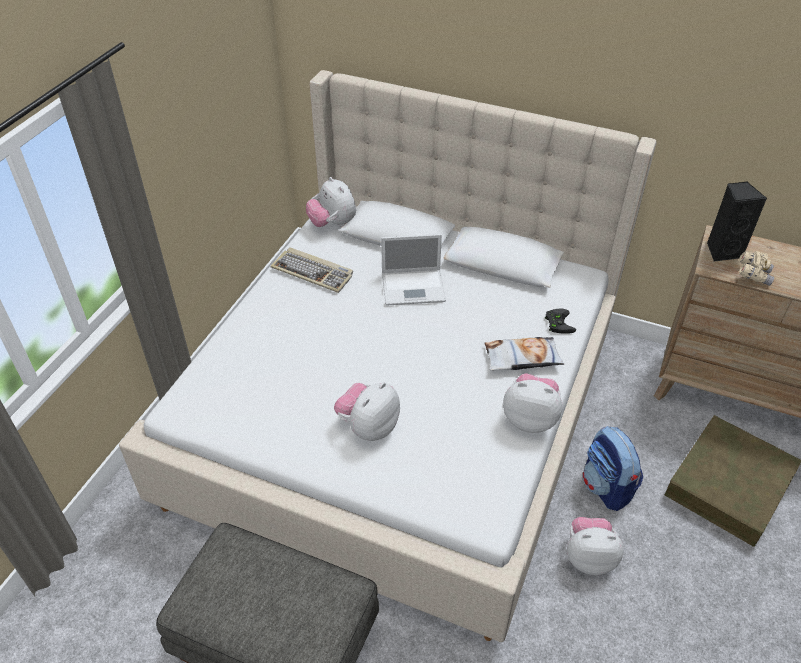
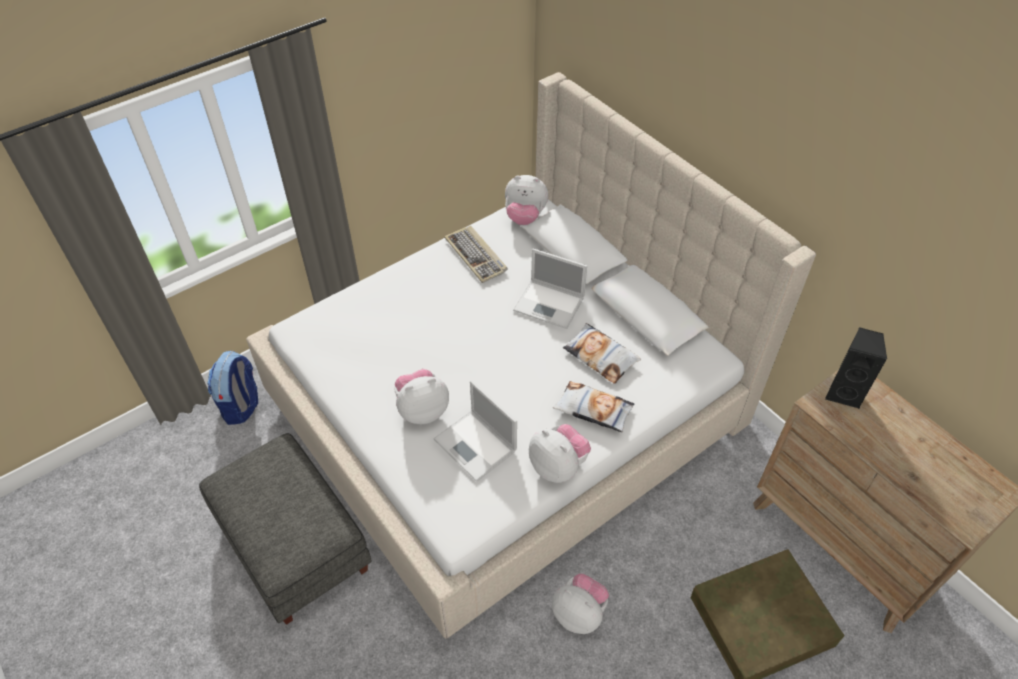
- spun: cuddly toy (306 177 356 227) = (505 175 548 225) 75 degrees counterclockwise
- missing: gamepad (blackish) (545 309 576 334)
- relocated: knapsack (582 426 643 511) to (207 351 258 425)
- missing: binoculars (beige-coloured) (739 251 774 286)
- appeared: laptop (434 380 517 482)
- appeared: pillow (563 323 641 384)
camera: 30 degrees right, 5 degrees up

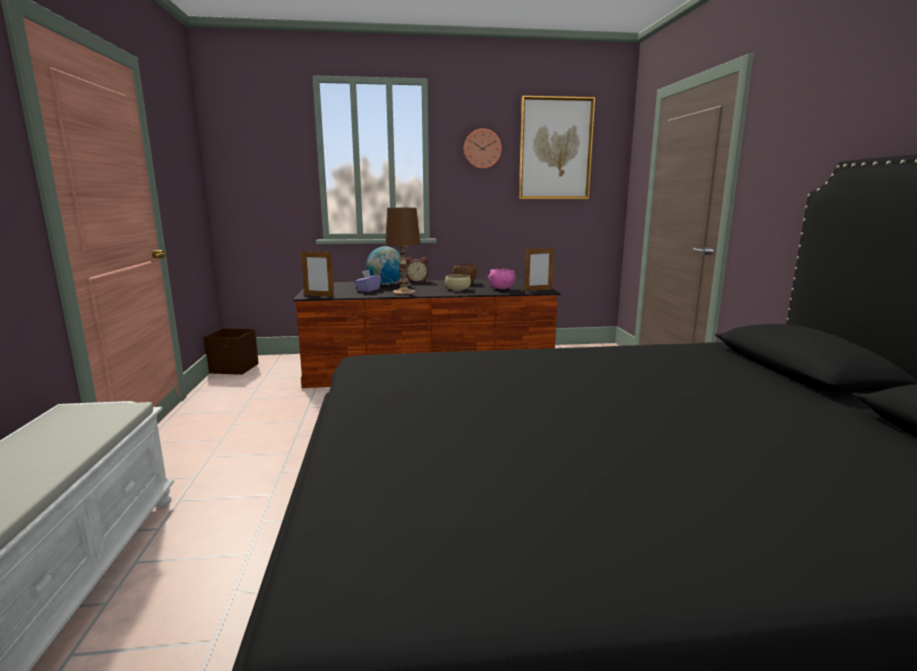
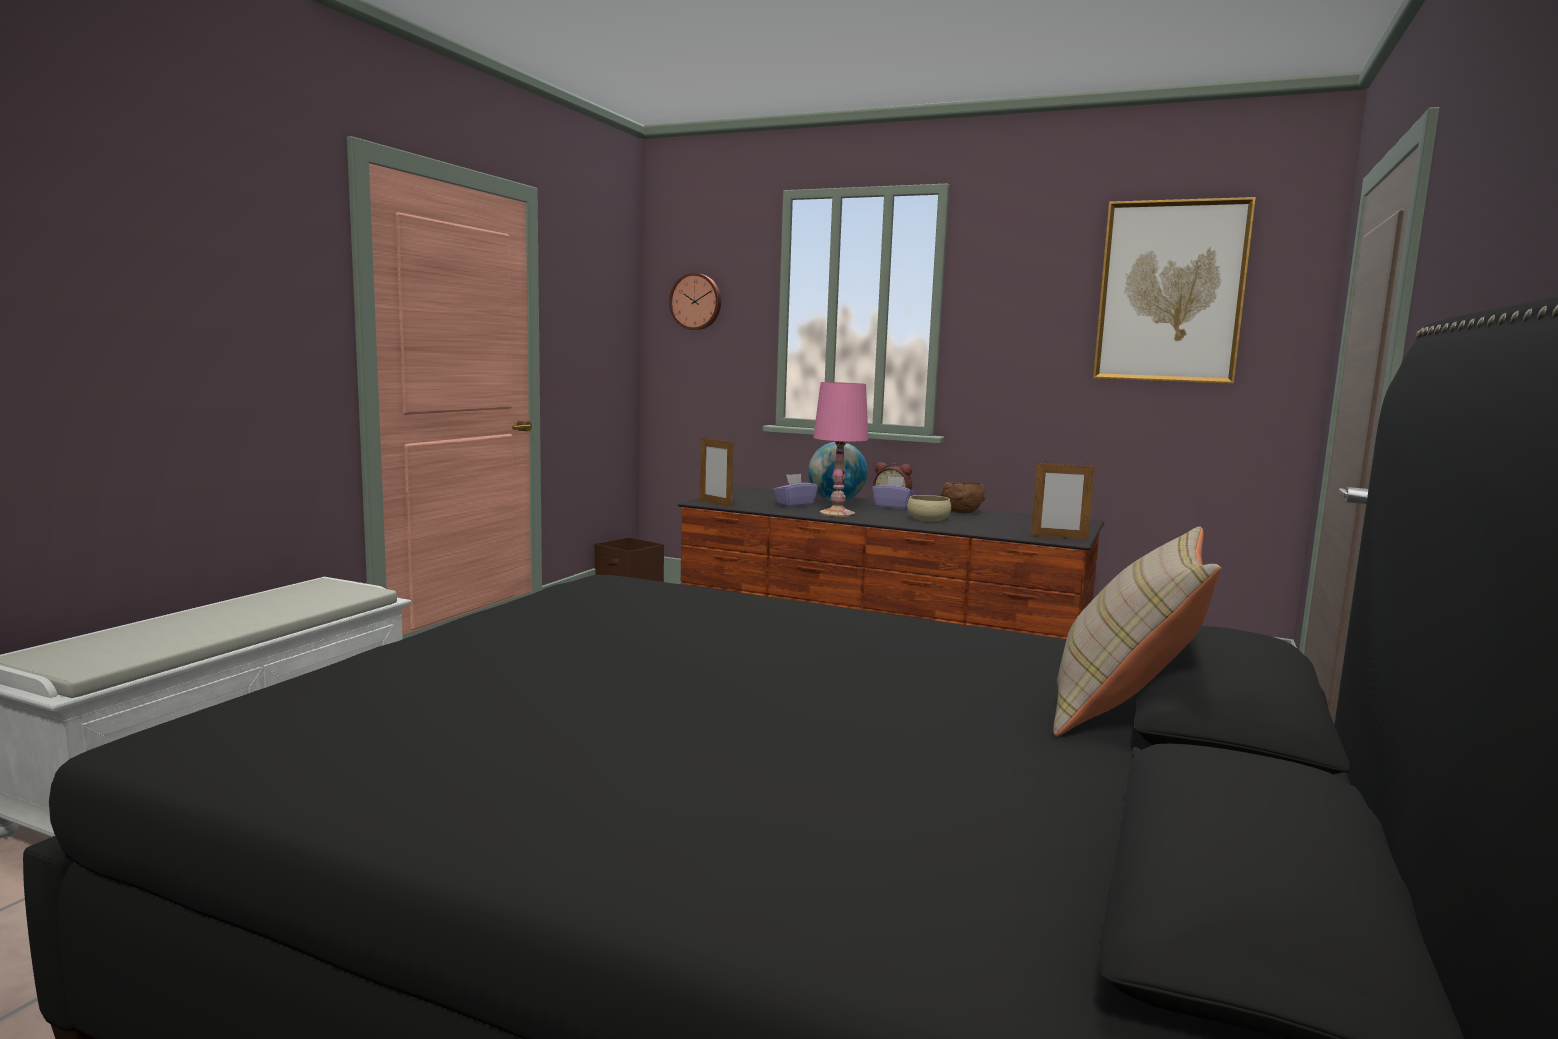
- colour: tabletop lamp (brown) (385 208 420 294) to tabletop lamp (pink-coloured) (813 382 868 517)
- relocated: wall clock (464 128 502 169) to (669 273 721 330)
- missing: deep dish (pink-coloured) (488 269 516 289)
- appeared: box of tissues (purplish) (872 476 915 509)
- appeared: pillow (beige-coloured) (1053 526 1221 736)
camera: 30 degrees right, 5 degrees down

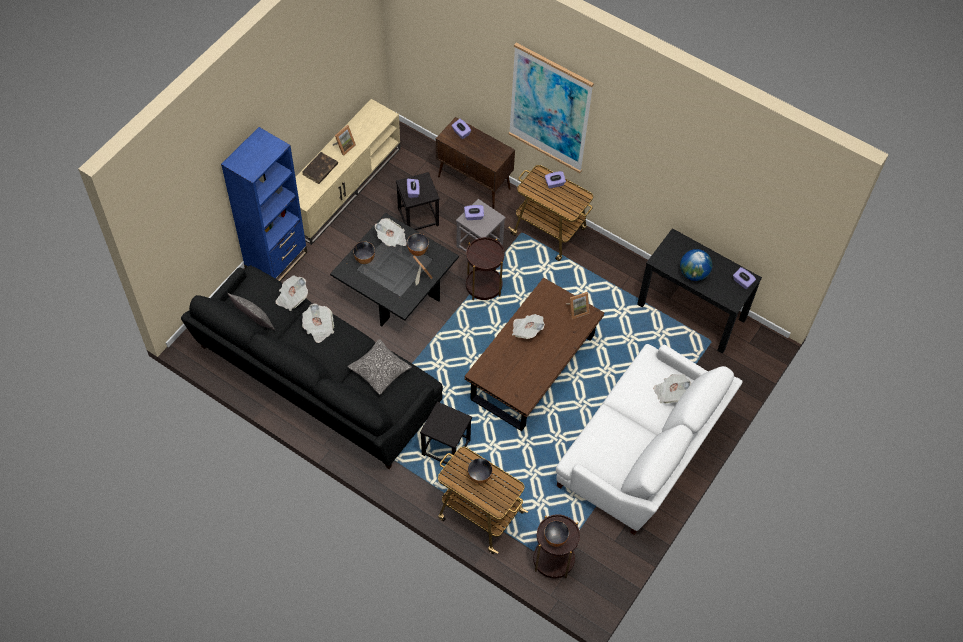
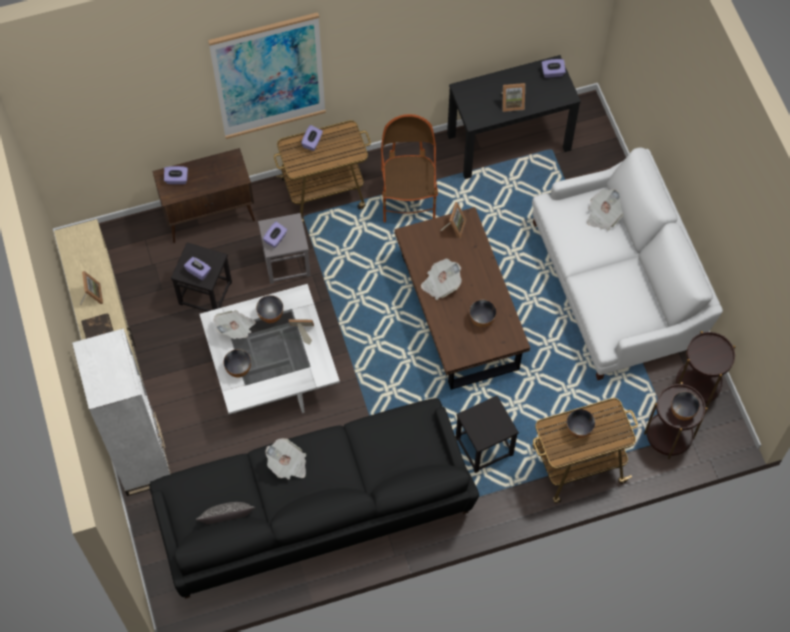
- colour: bookshelf (blue) (221 127 307 281) to bookshelf (white) (72 328 171 496)
- missing: printed paper (275 276 308 311)
- colour: low table (blackish) (330 213 459 326) to low table (white) (200 284 340 414)
- missing: pillow (348 339 412 395)
- relocated: end table (brown) (466 237 504 300) to (676 331 735 407)
- exchanged: globe (680 249 712 281) to picture frame (501 83 525 112)
- appeared: easy chair (381 114 438 223)
- appeared: deep dish (469 300 497 327)
camera: 50 degrees left, 5 degrees up

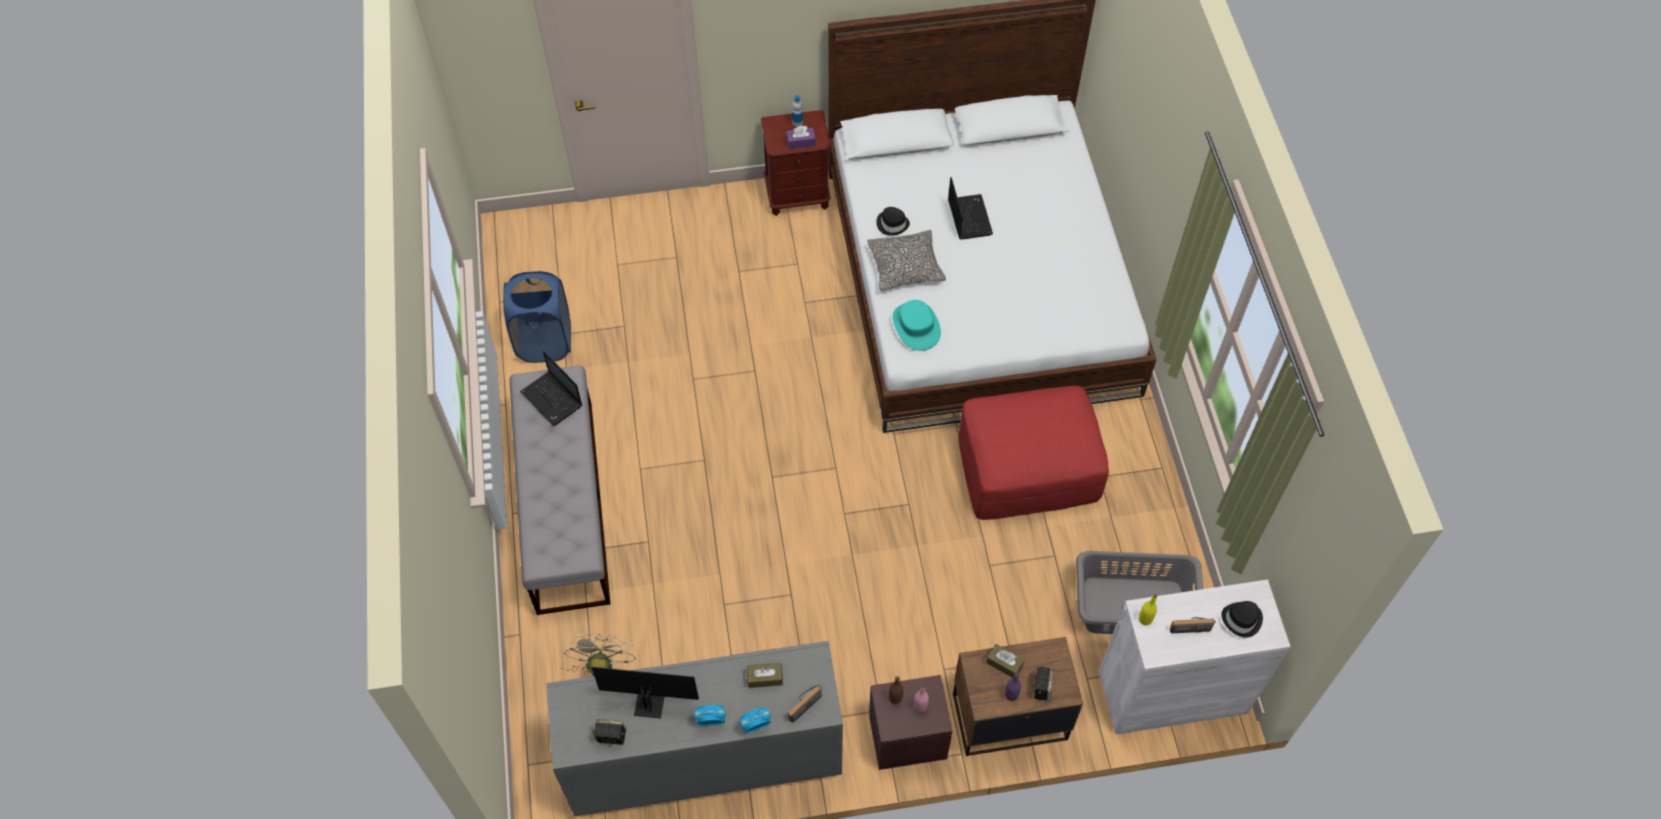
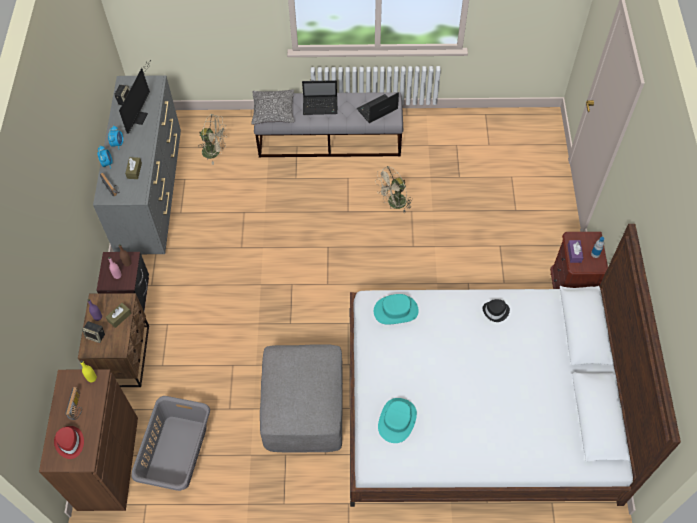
- missing: washing basket (blue) (503 271 571 363)
- relocated: pillow (867 230 946 291) to (251 89 294 125)
- relocated: laptop (948 177 993 240) to (302 80 338 115)
- colour: ottoman (red) (959 386 1109 520) to ottoman (greyish) (260 344 343 453)
- colour: storage cabinet (white) (1099 579 1291 734) to storage cabinet (brown) (39 369 138 511)
- colour: wearable hat (blackish) (1221 601 1263 638) to wearable hat (red) (54 426 84 459)
- appeared: cooling fan (beige-coloured) (375 166 413 212)
- appeared: wearable hat (turquoise-coloured) (378 398 417 443)
camera: 100 degrees right, 0 degrees up

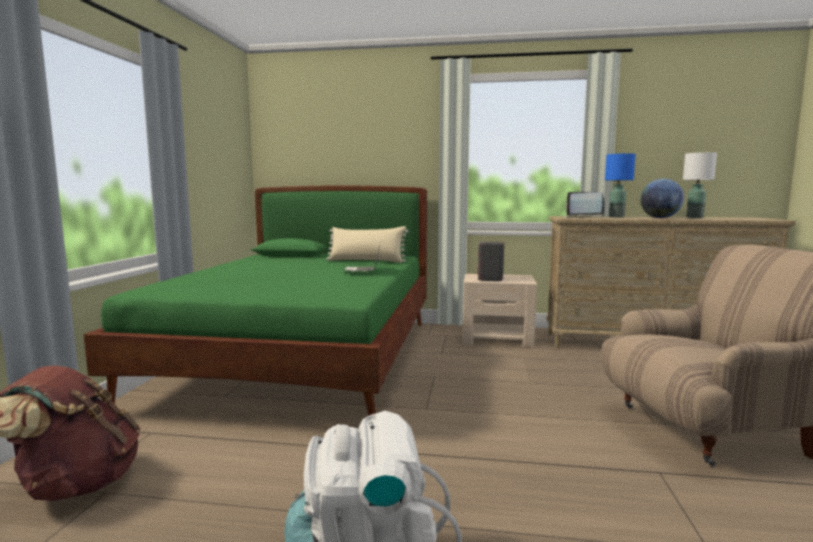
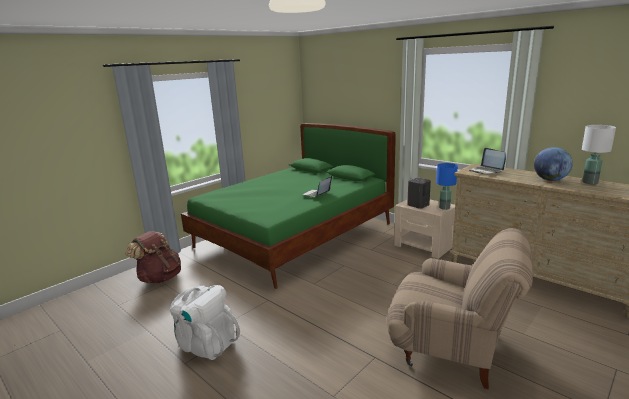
- missing: pillow (beige-coloured) (327 226 408 263)
- relocated: tabletop lamp (blue) (605 153 635 217) to (436 163 458 210)
camera: 35 degrees right, 10 degrees up

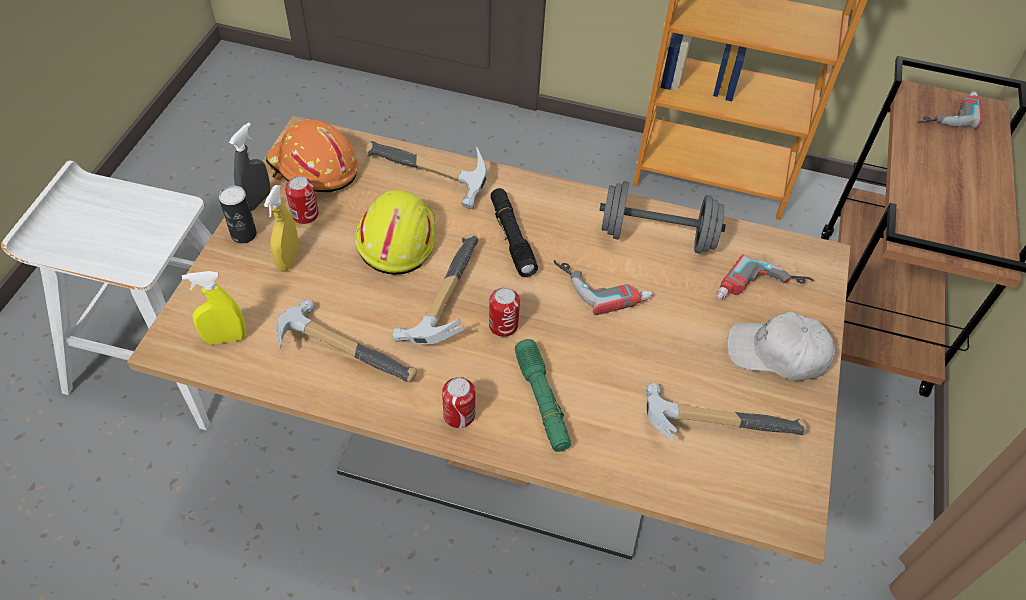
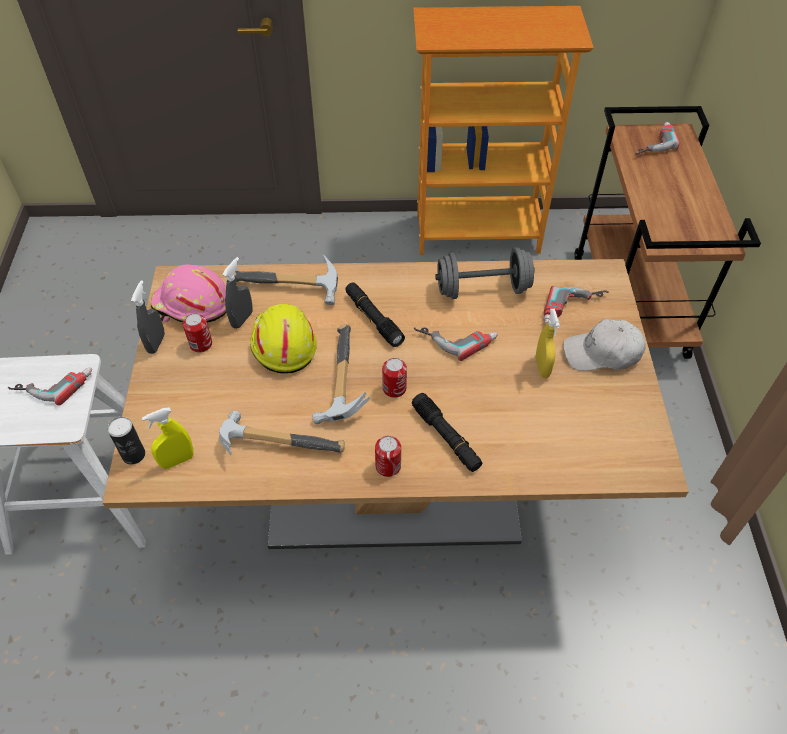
- relocated: sealed can (219 185 257 244) to (108 417 145 465)
- relocated: spray bottle (yellow-coloured) (264 185 299 272) to (536 309 560 378)
- colour: safety helmet (orange) (266 119 358 192) to safety helmet (pink-coloured) (151 264 227 323)
- colour: torch (green-coloured) (515 339 571 452) to torch (blackish) (412 393 482 472)
- missing: hammer (646 383 807 442)
- appeared: electric drill (8 368 92 406)
- appeared: spray bottle (greyish) (222 257 253 329)
camera: 15 degrees left, 0 degrees up

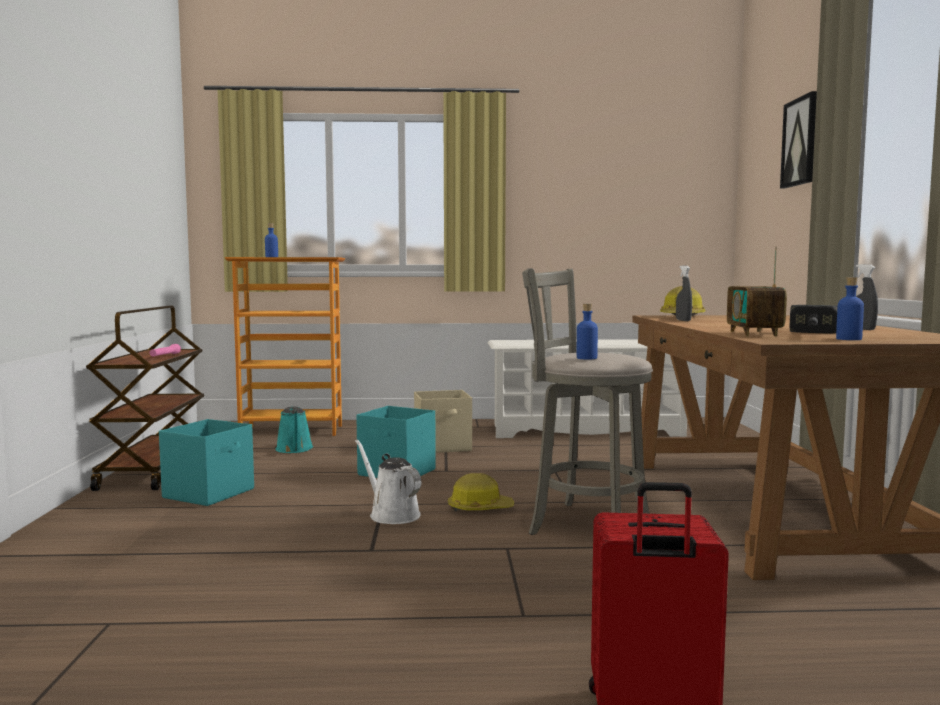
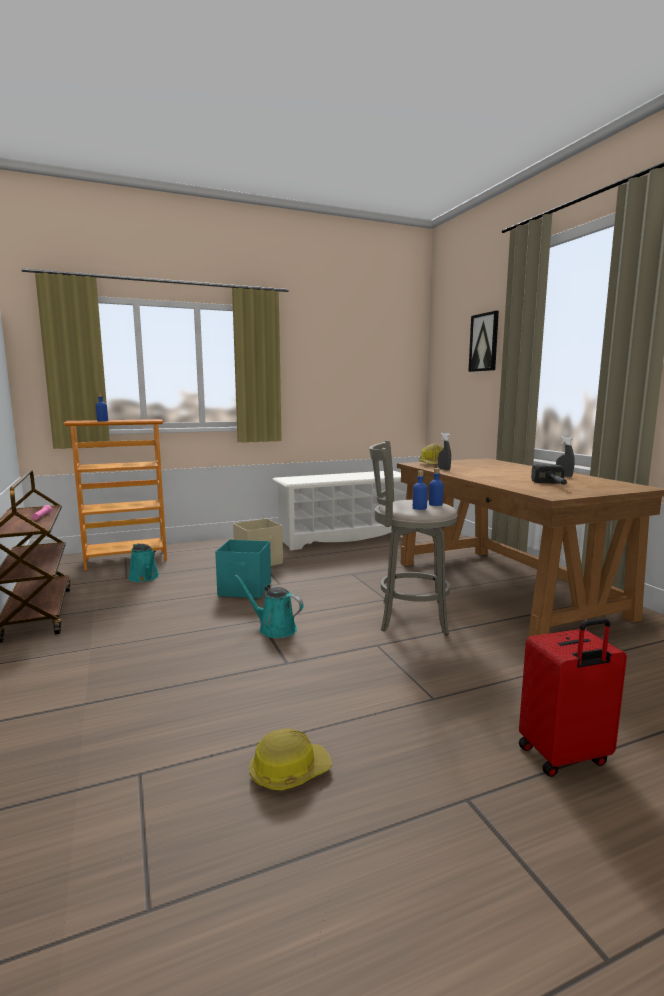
- missing: storage container (turquoise-coloured) (159 419 254 506)
- colour: watering can (white) (355 439 421 524) to watering can (turquoise-coloured) (234 574 304 638)
- relocated: safety helmet (448 473 514 511) to (250 729 332 791)
- missing: radio receiver (727 247 787 336)
- relocated: beverage bottle (blue) (836 277 864 340) to (429 468 443 506)
camera: 20 degrees left, 5 degrees up

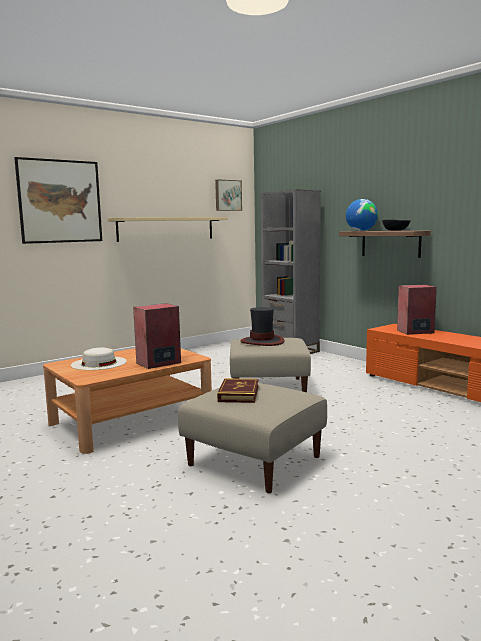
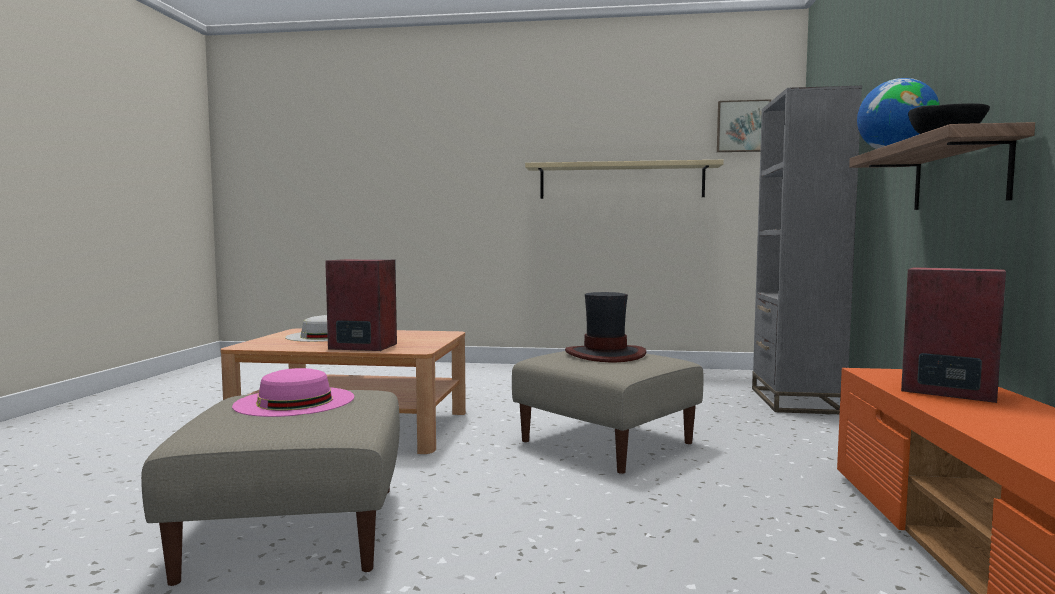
- missing: picture (14 157 102 244)
- exchanged: book (217 378 259 403) to wearable hat (pink-coloured) (232 368 354 417)
camera: 45 degrees right, 5 degrees down

